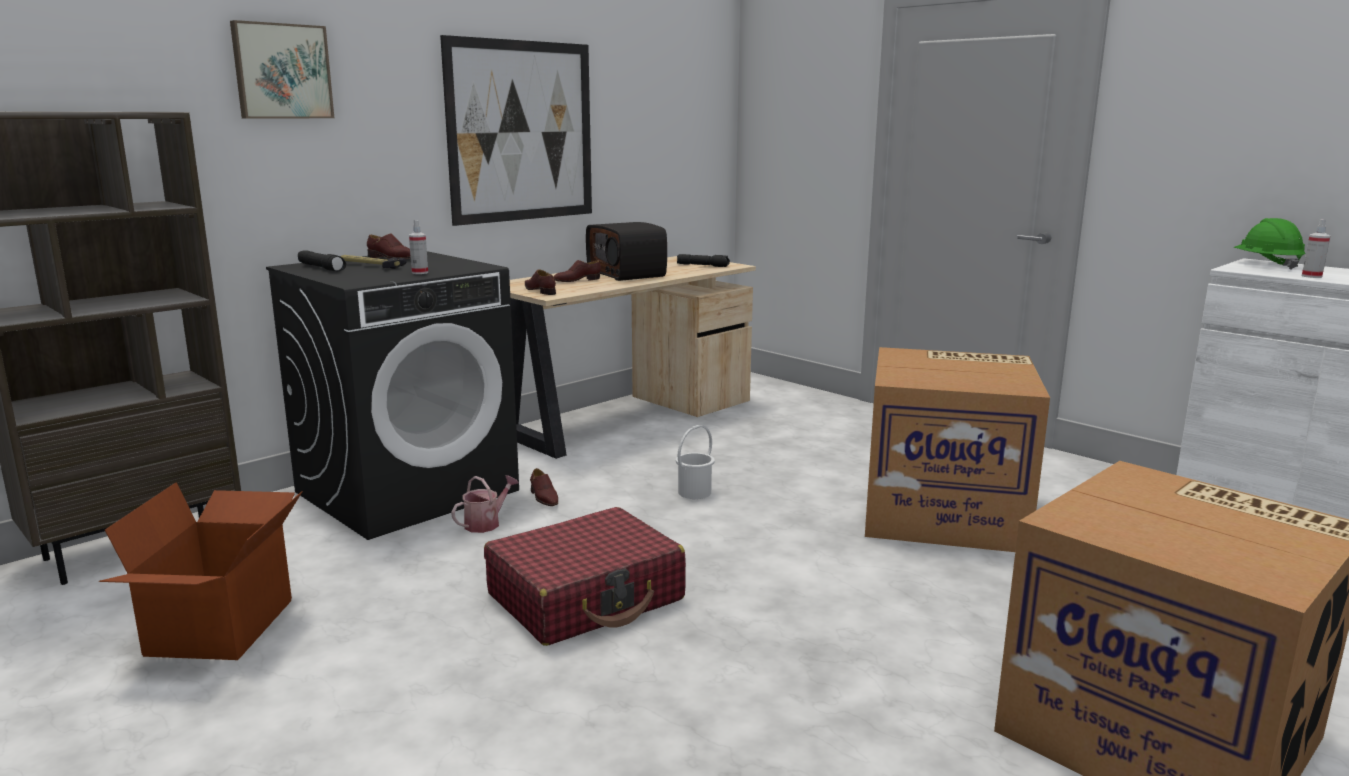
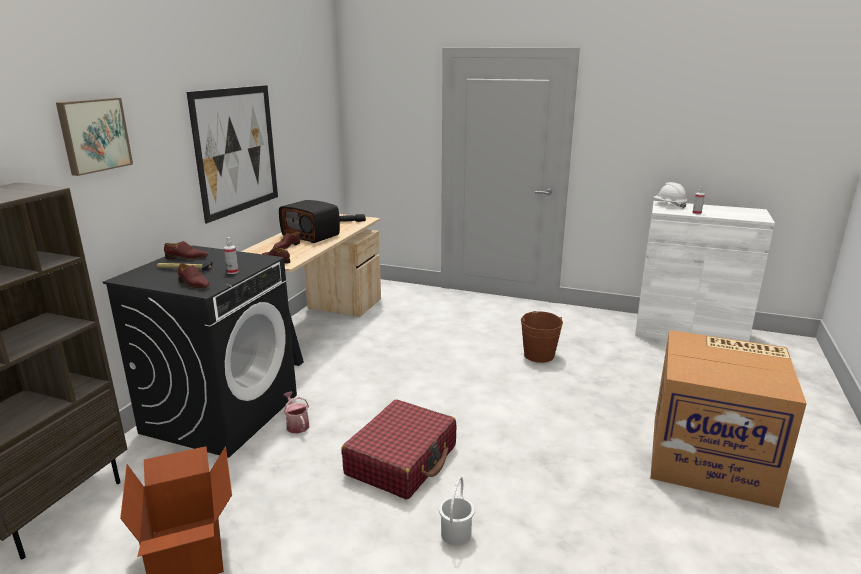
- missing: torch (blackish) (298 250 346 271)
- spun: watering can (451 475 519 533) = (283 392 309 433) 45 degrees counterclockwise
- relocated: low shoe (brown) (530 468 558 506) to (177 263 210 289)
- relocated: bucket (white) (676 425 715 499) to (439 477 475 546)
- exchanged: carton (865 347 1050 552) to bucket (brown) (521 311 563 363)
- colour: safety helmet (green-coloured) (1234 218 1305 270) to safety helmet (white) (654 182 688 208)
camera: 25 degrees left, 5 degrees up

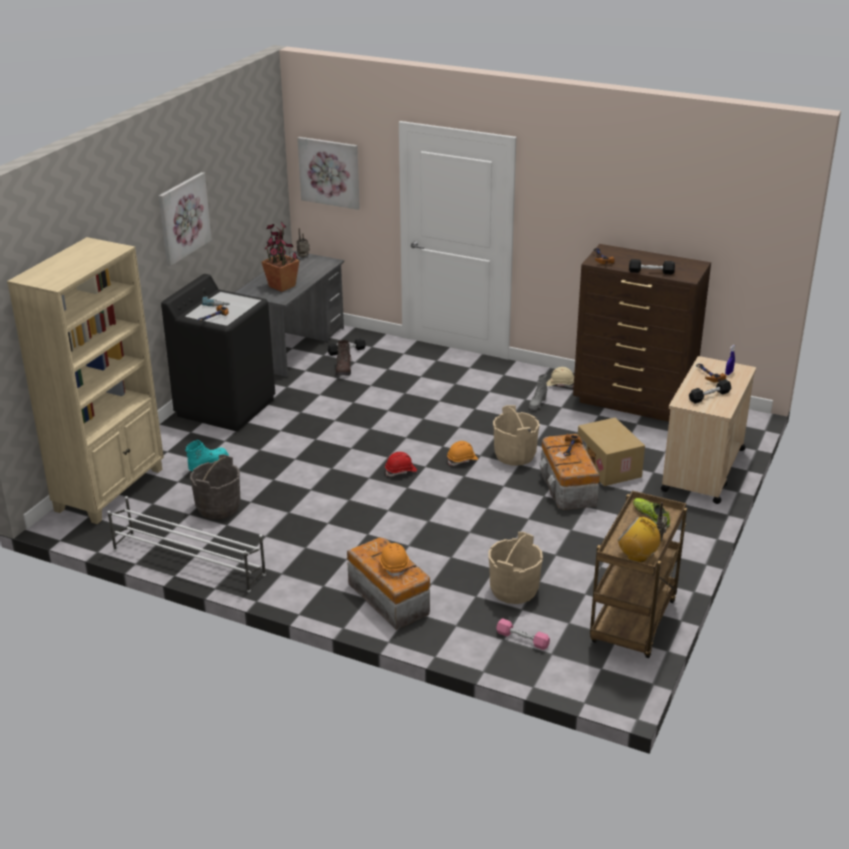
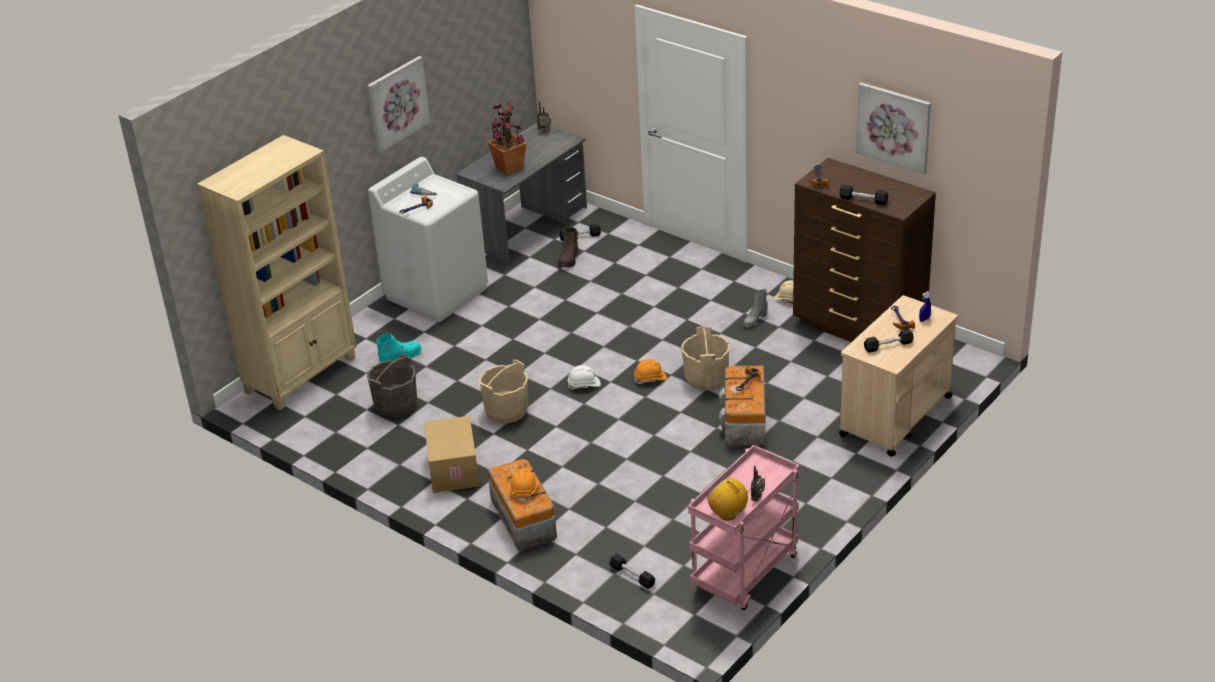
- missing: shoe shelf (white) (108 496 266 593)
- colour: laundry appliance (blackish) (161 274 275 431) to laundry appliance (white) (368 157 488 322)
- relocated: picture (297 137 360 210) to (856 82 931 175)
- colour: safety helmet (red) (385 452 417 477) to safety helmet (white) (568 365 601 390)
- relocated: bucket (beige-coloured) (488 532 543 604) to (479 359 528 424)
- colour: dumbbell (pink-coloured) (496 618 550 650) to dumbbell (blackish) (609 553 655 589)
- relocated: carton (578 418 645 486) to (424 416 479 493)
- colour: trolley (brown) (590 490 687 658) to trolley (pink-coloured) (688 445 799 610)
- missing: low shoe (633 498 670 528)
camera: 15 degrees right, 5 degrees up

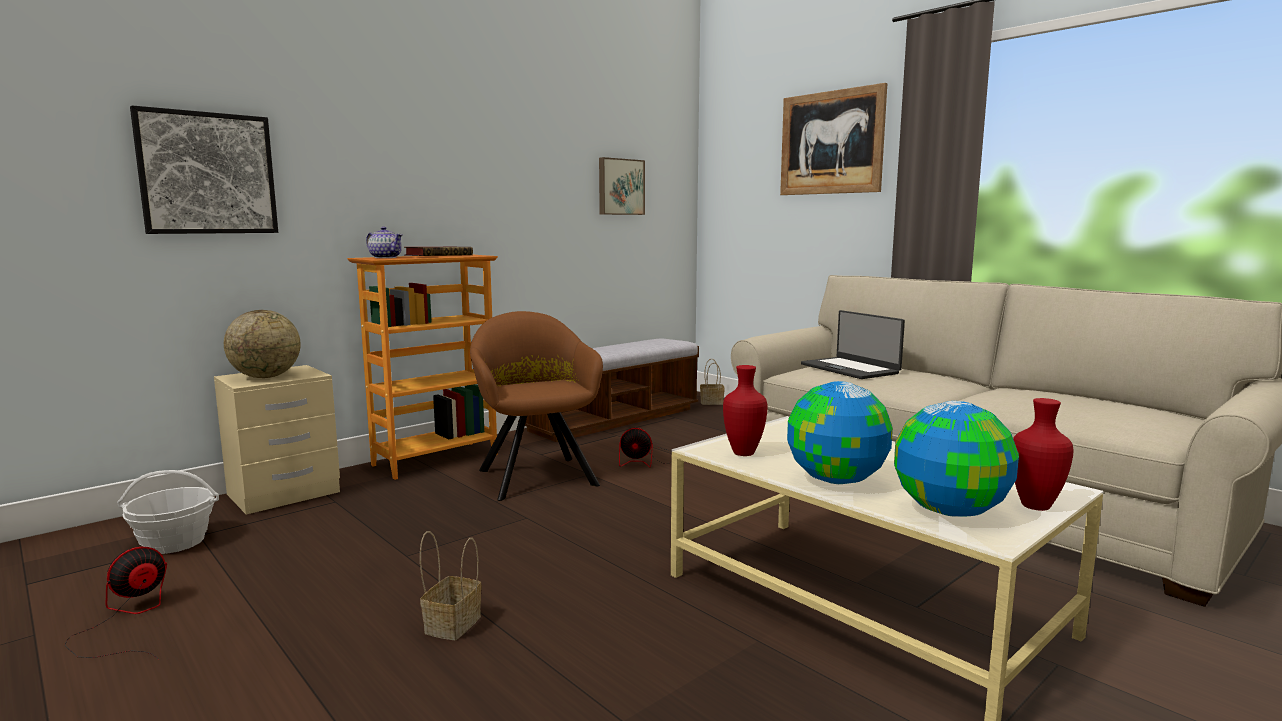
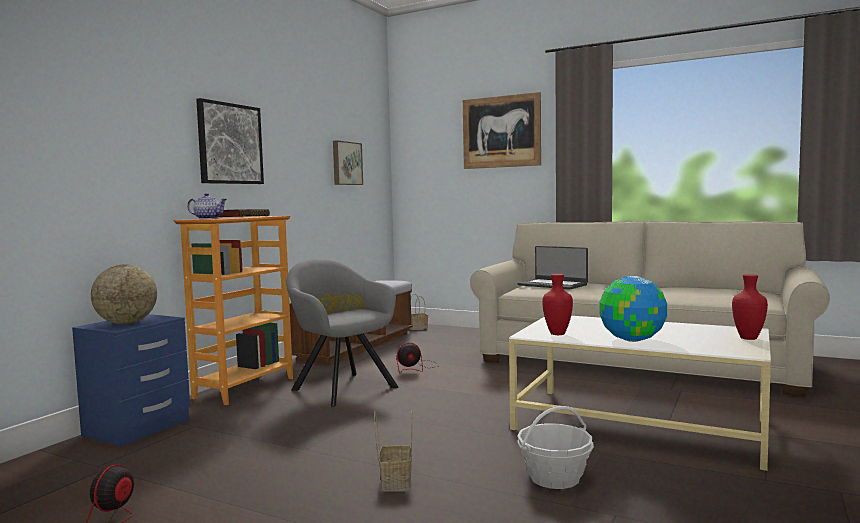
- relocated: storage basket (117 470 219 554) to (517 406 594 489)
- relocated: picture (130 105 278 234) to (196 98 264 184)
- colour: nightstand (beige-coloured) (214 365 340 515) to nightstand (blue) (72 314 190 446)
- colour: easy chair (brown) (470 311 603 501) to easy chair (greyish) (286 258 398 407)
- missing: globe (894 401 1019 517)
camera: 20 degrees left, 5 degrees down

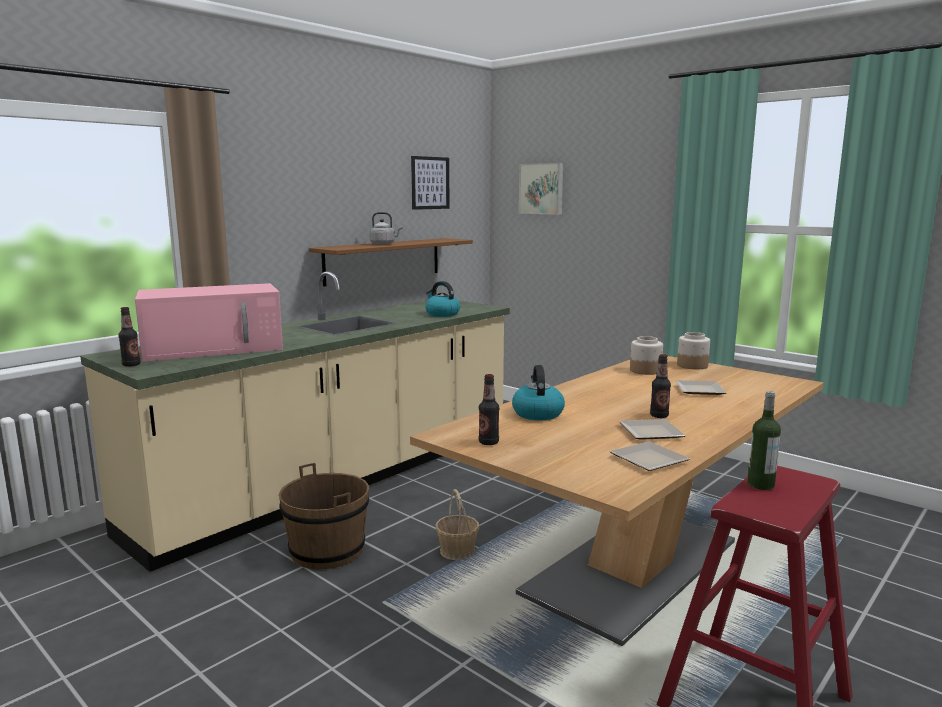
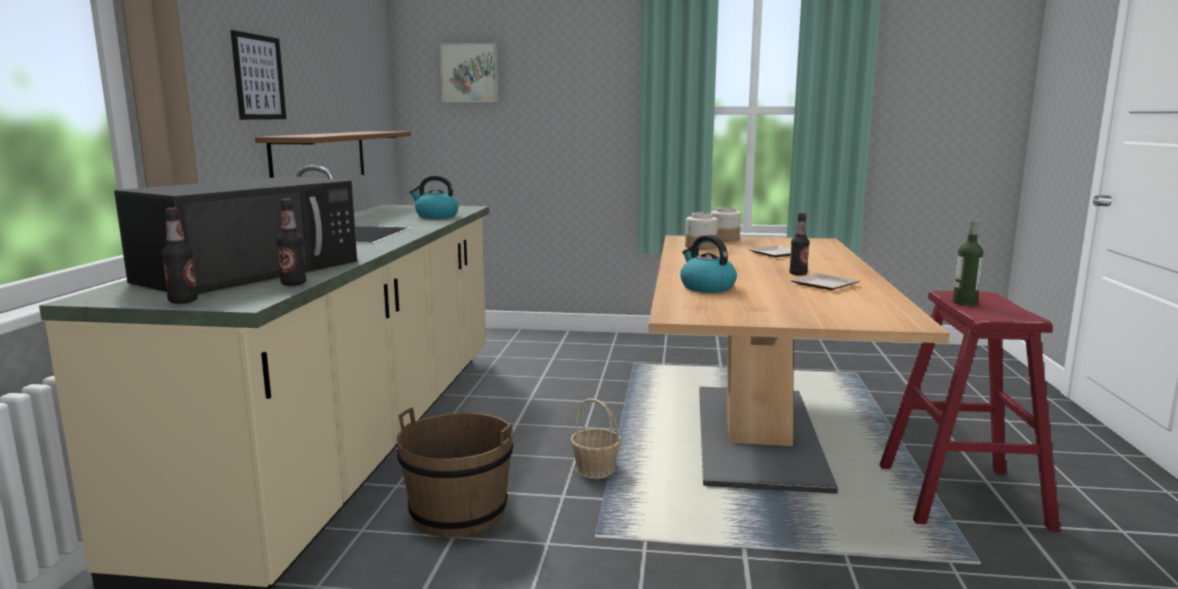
- colour: microwave oven (pink-coloured) (135 283 283 362) to microwave oven (blackish) (114 176 357 294)
- missing: water kettle (greyish) (369 212 402 245)
- relocated: picture (411 156 450 210) to (230 30 286 120)
- relocated: beverage bottle (479 374 499 445) to (277 199 306 286)
- missing: flat dish (609 441 690 471)
camera: 35 degrees left, 0 degrees up

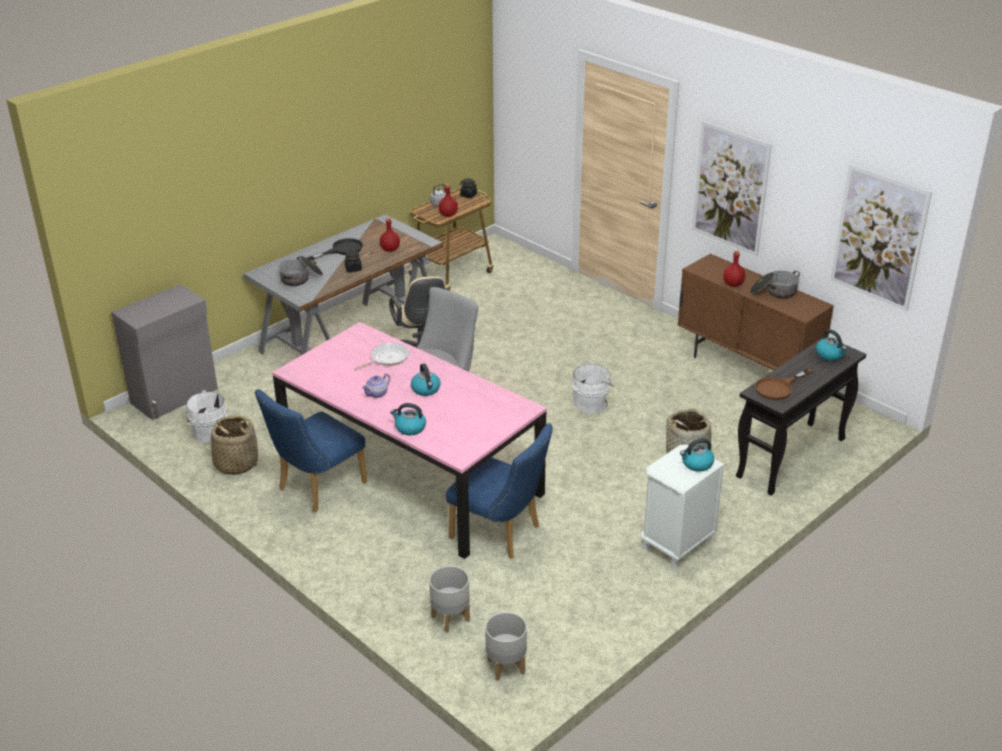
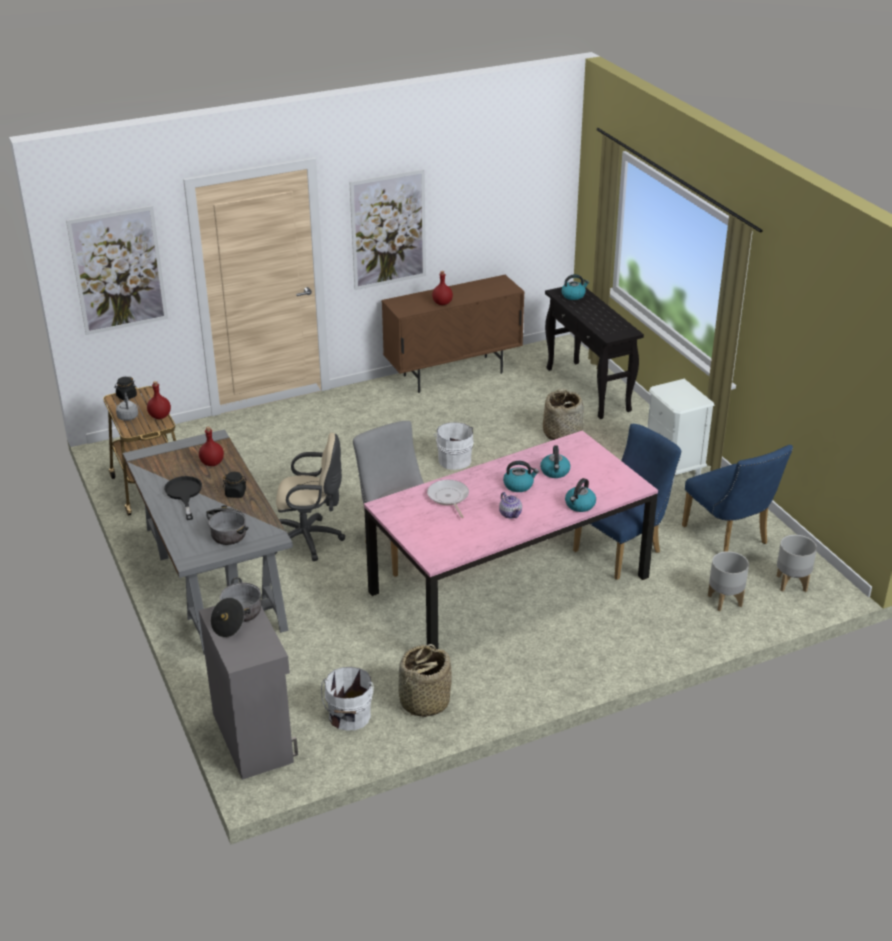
- relocated: plain chair (blue) (255 389 367 512) to (682 445 793 552)
- relocated: water kettle (680 438 714 472) to (540 446 570 478)
- relocated: stockpot (750 271 800 299) to (210 578 261 638)
- missing: frying pan (brown) (755 368 813 400)
- relocated: picture (830 164 932 311) to (66 206 168 335)
camera: 70 degrees left, 0 degrees up

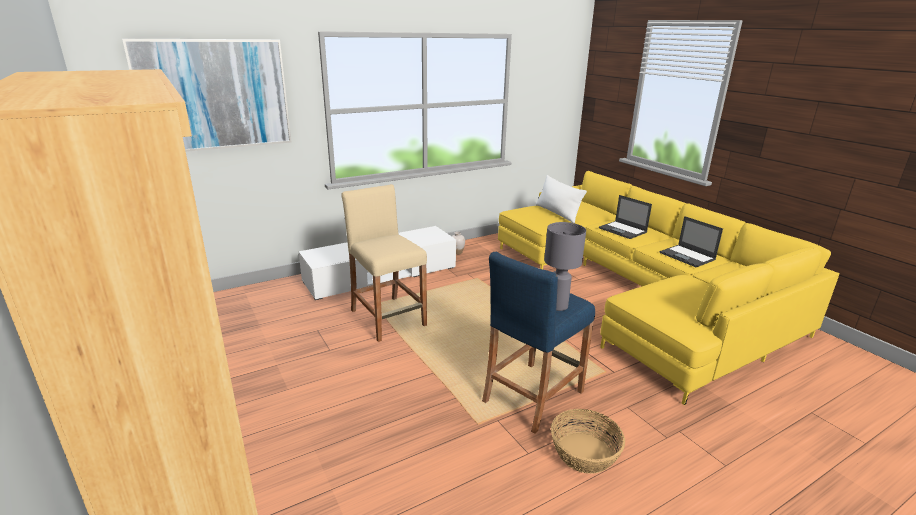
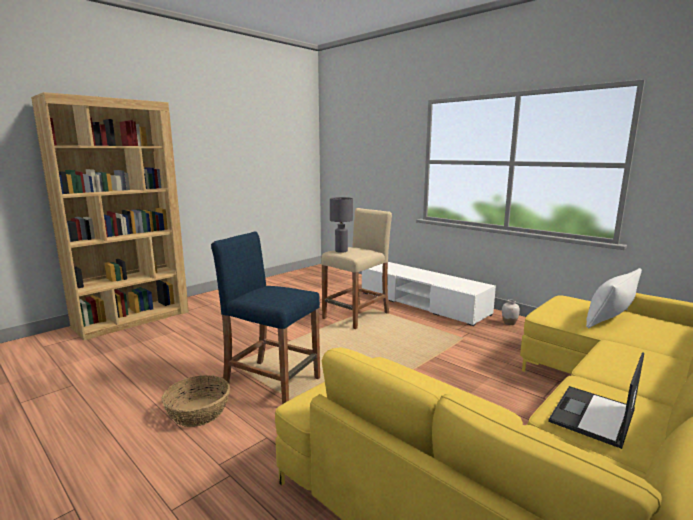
- missing: picture (122 39 291 152)
- relocated: tabletop lamp (greyish) (544 222 586 311) to (330 197 353 253)
- missing: laptop (599 195 652 239)
camera: 75 degrees right, 10 degrees down

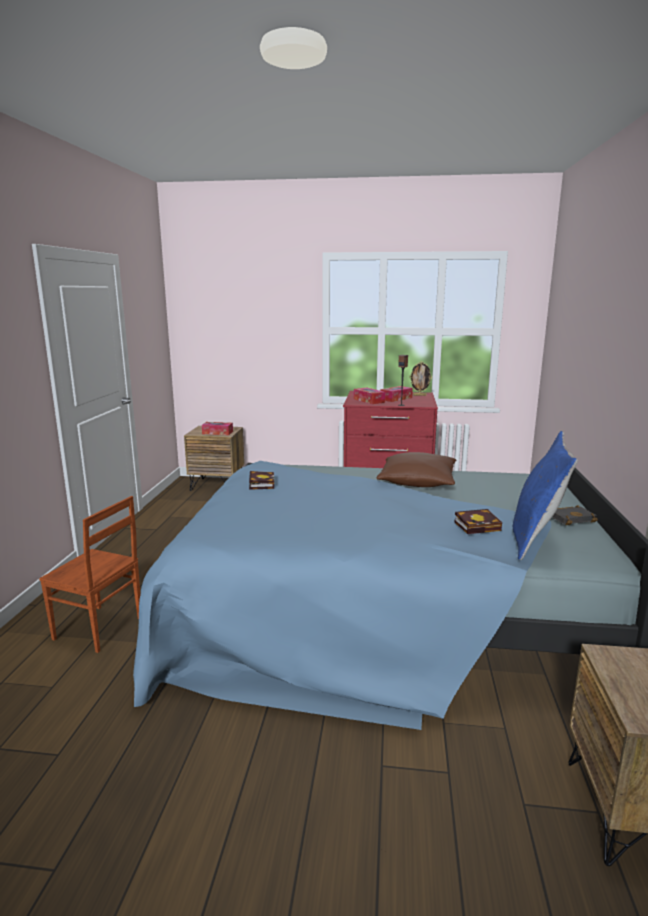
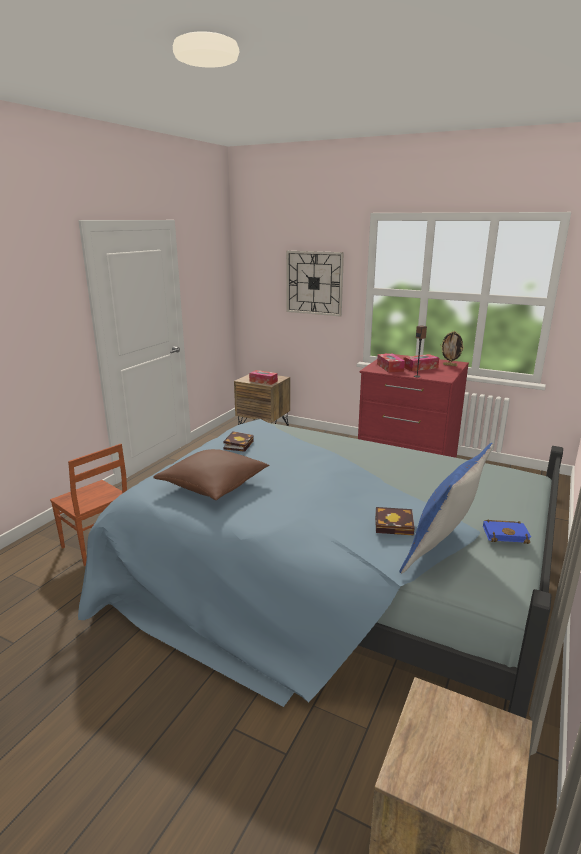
- relocated: pillow (brown) (377 452 456 487) to (153 449 269 500)
- colour: book (blackish) (552 505 598 525) to book (blue) (483 519 531 544)
- appeared: wall clock (286 251 344 317)
camera: 20 degrees right, 5 degrees up

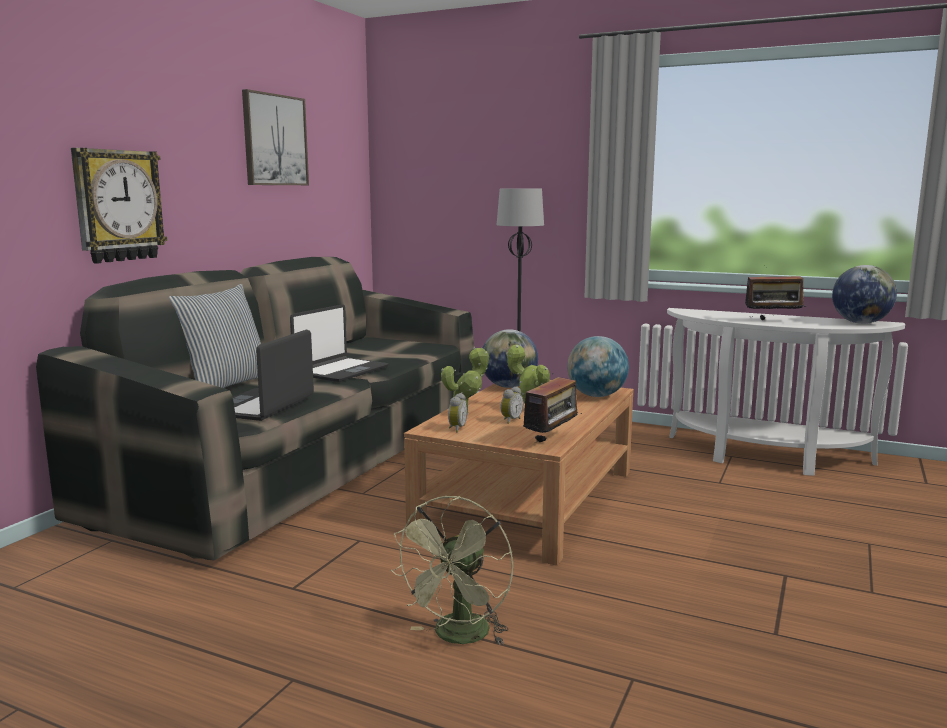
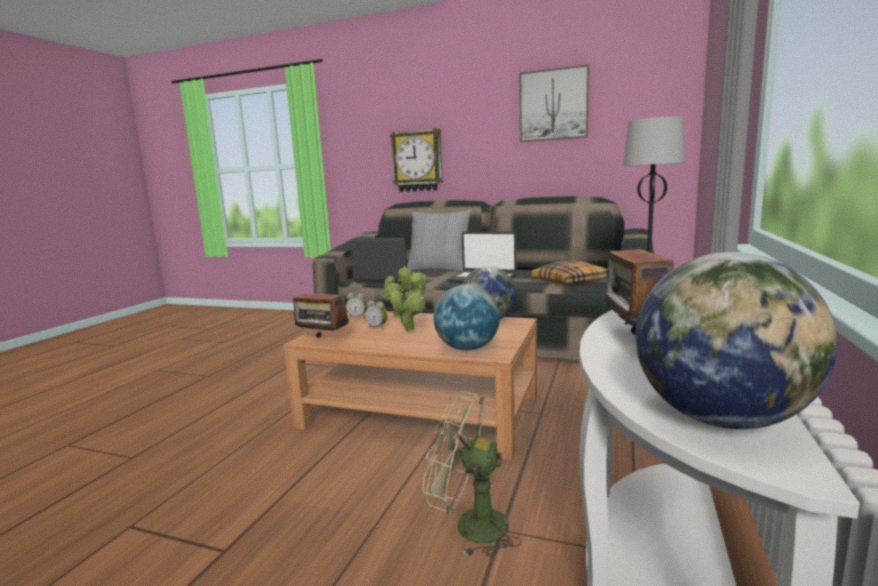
- relocated: cooling fan (green-coloured) (391 496 513 645) to (423 391 522 558)
- appeared: pillow (532 261 608 285)
camera: 85 degrees right, 0 degrees up

